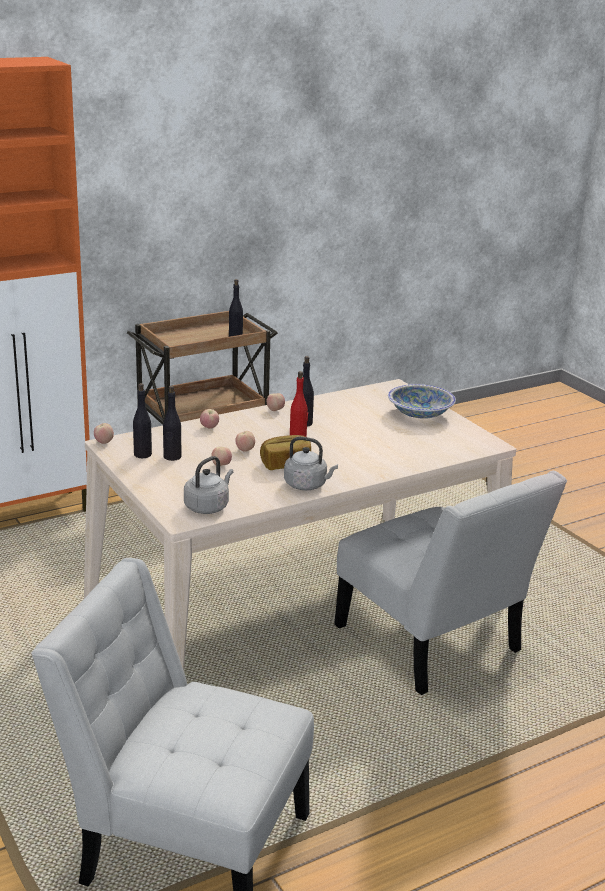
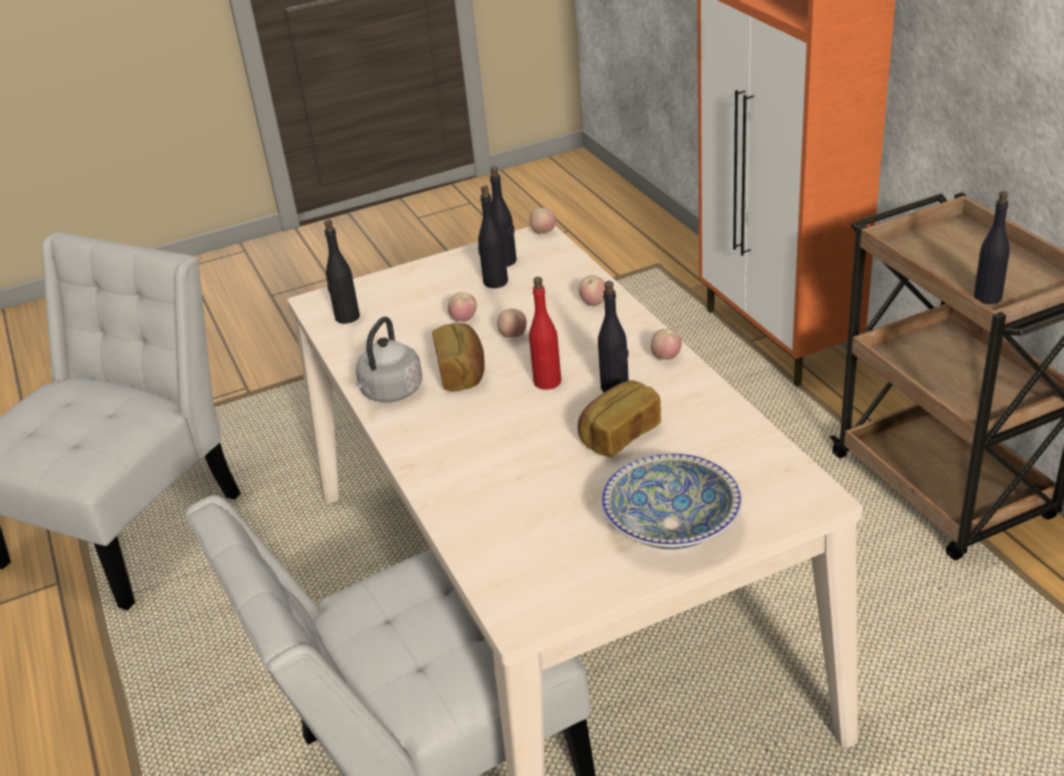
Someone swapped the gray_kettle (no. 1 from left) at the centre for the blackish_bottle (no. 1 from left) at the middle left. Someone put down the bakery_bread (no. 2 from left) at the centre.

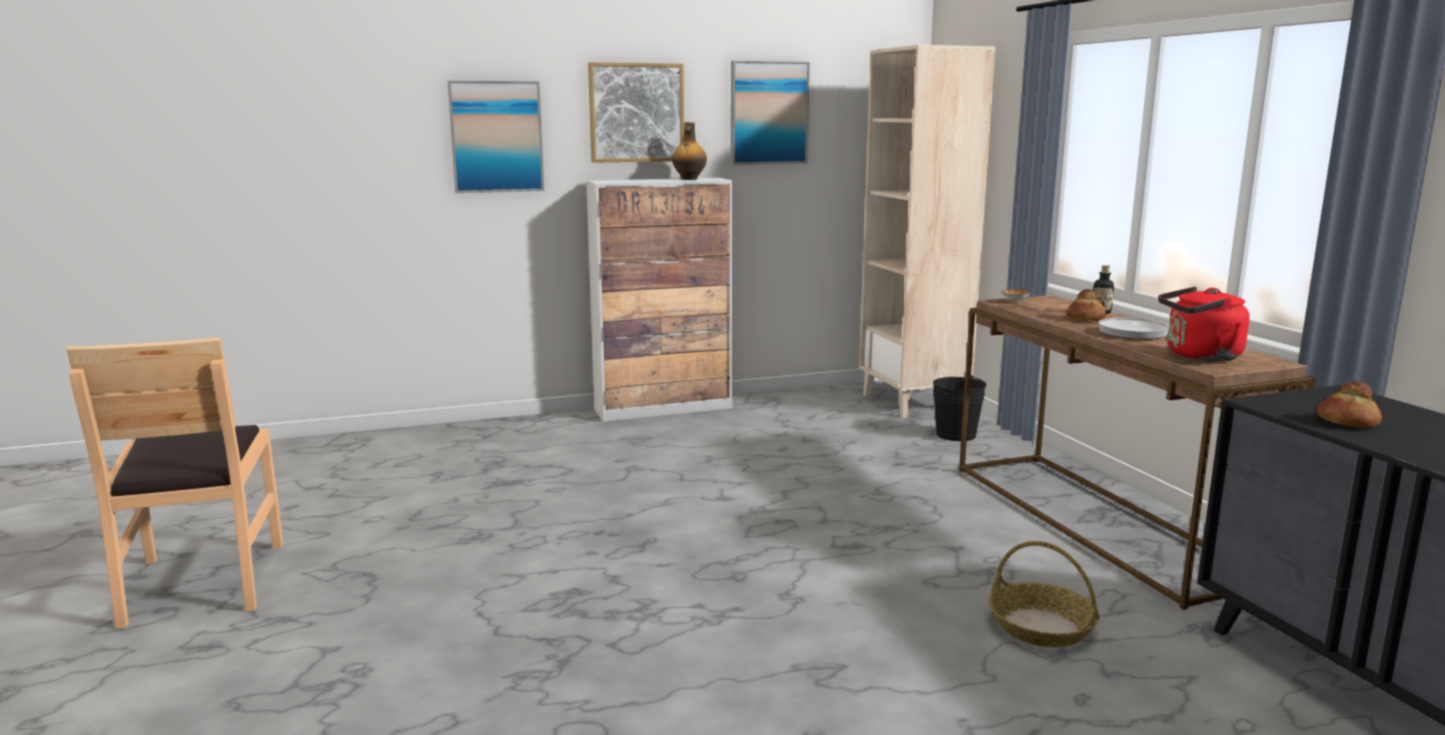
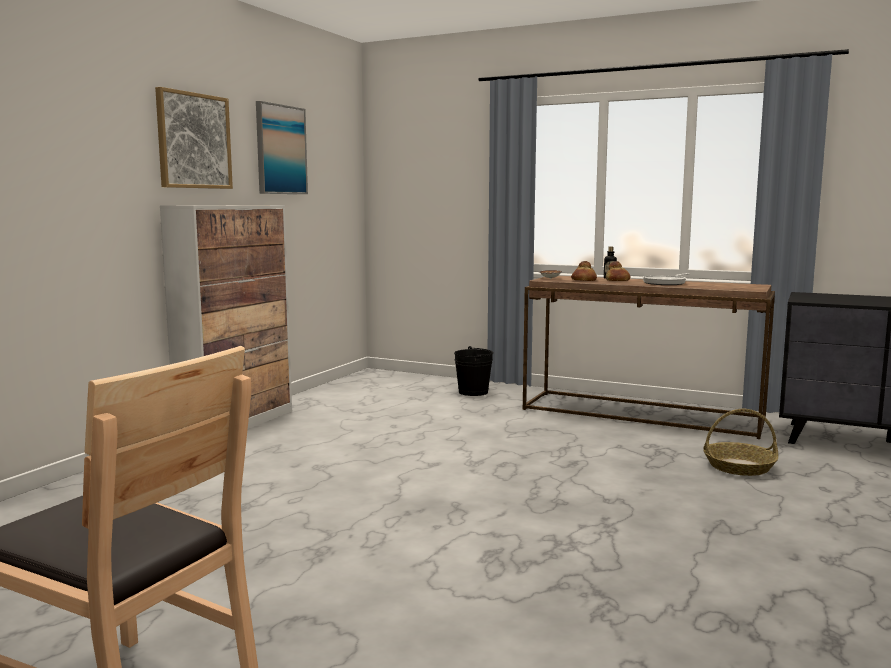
Someone took away the beige_bookcase at the top centre. Someone took away the picture (no. 1 from left) at the top centre. Someone took away the bottle (no. 1 from left) at the top centre. Someone took away the red-coloured_kettle at the middle right. Someone carried the bakery_bread (no. 2 from left in the first image) from the middle right to the centre.

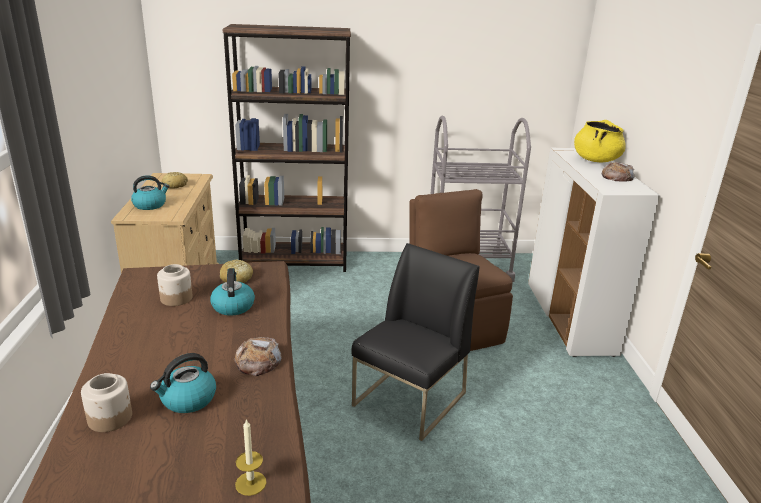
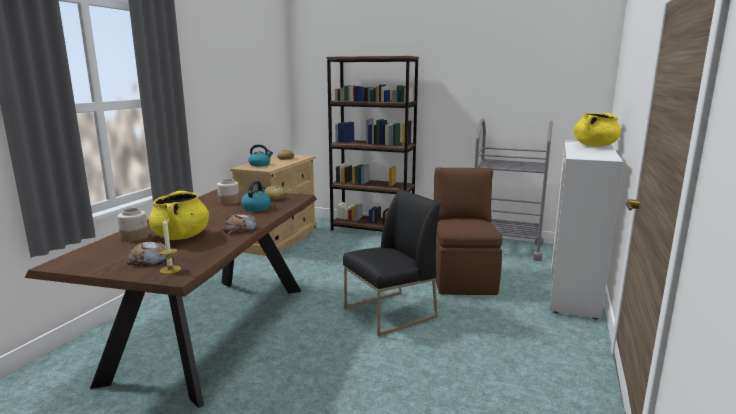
Someone carried the bakery_bread (no. 4 from left in the first image) from the middle right to the middle left. Someone swapped the kettle (no. 2 from left) at the bottom left for the yellow-coloured_stockpot (no. 1 from left) at the middle left.

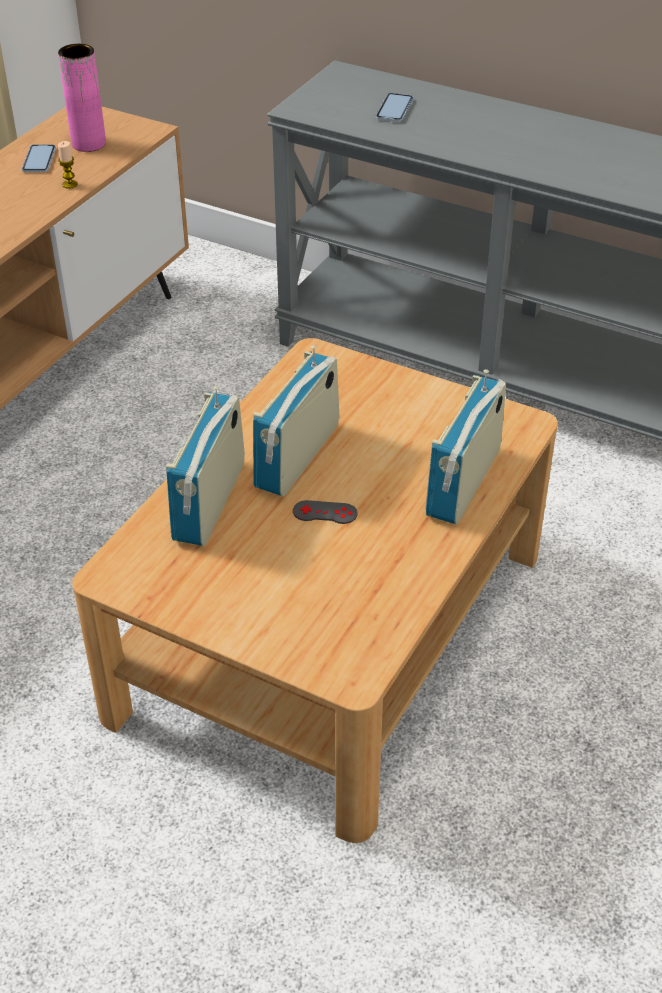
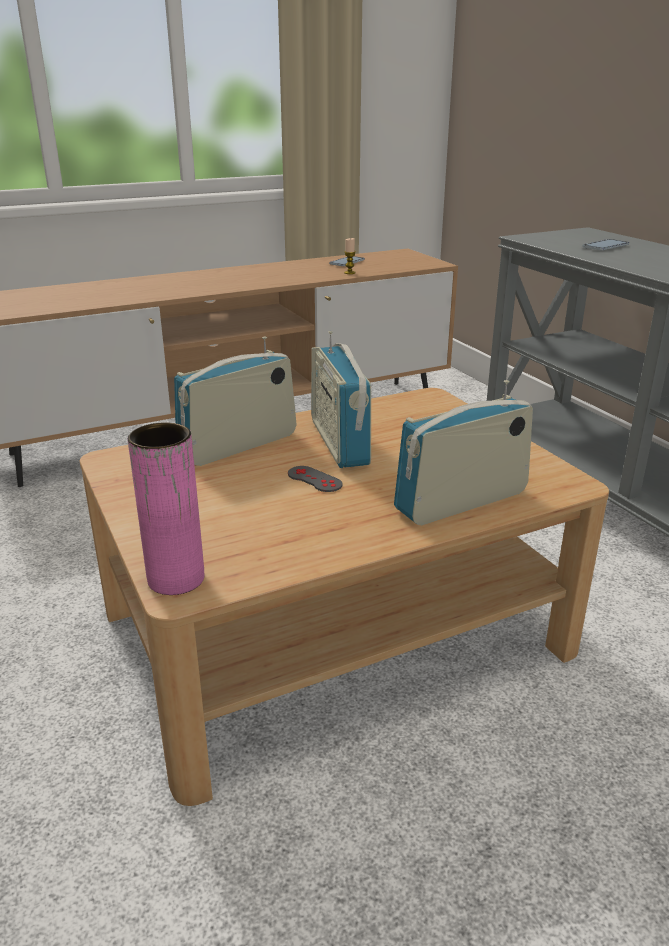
Someone carried the pinkish_flower_vase from the top left to the middle left. Someone rotated the radio_receiver (no. 2 from left) at the centre by 75 degrees counterclockwise.

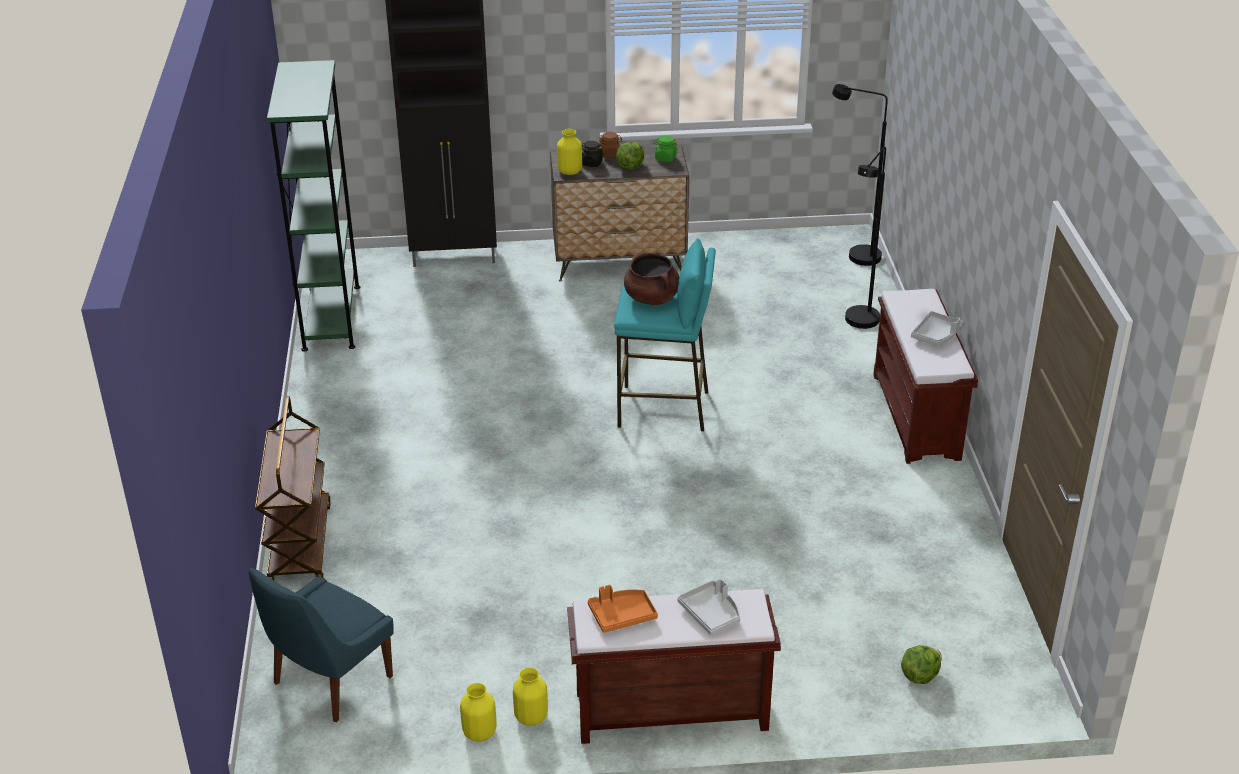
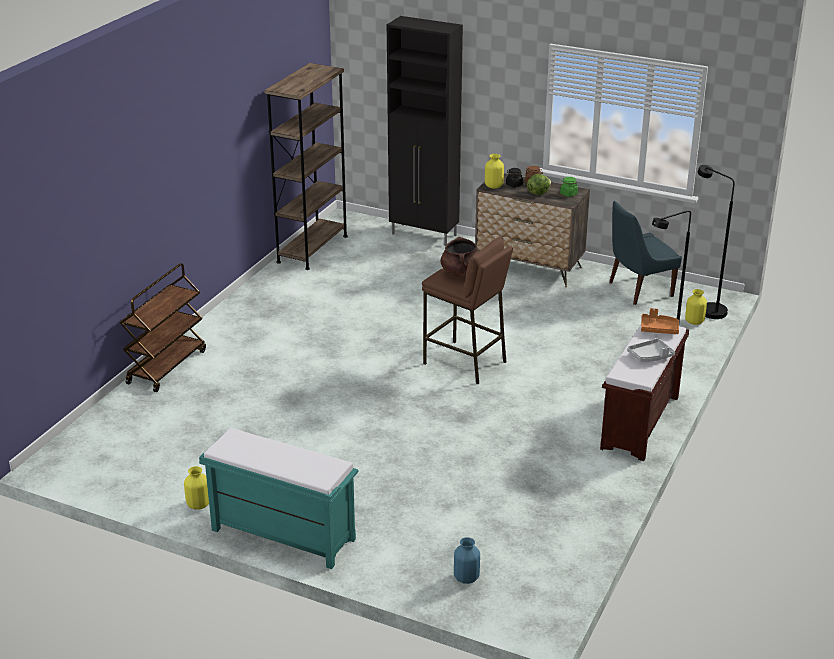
Someone repainted the green-coloured_bookcase at the top left, which became the brownish_bookcase at the top centre. Someone repainted the blue-green_sitting_stool at the centre, which became the brownish_sitting_stool at the centre. Someone carried the blue_chair from the bottom left to the middle right. Someone took away the gray_serving_tray (no. 1 from left) at the bottom centre. Someone carried the orange_serving_tray from the bottom centre to the middle right. Someone repainted the brownish_indoor_bench (no. 1 from left) at the bottom centre, which became the blue-green_indoor_bench at the bottom centre. Someone swapped the lettuce (no. 2 from left) at the bottom right for the blue_flower_vase at the bottom centre. Someone carried the yellow-coloured_flower_vase (no. 1 from left in the first image) from the bottom centre to the middle right.

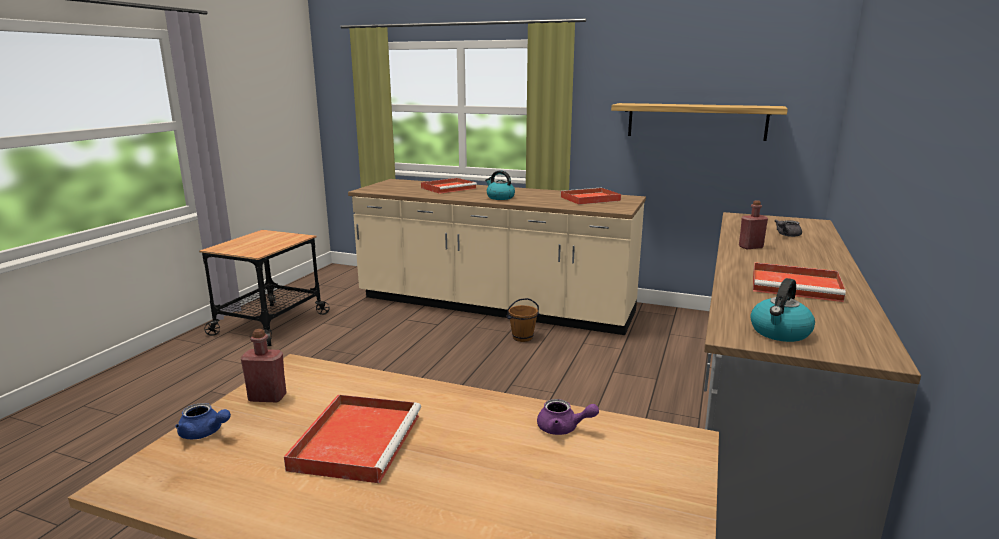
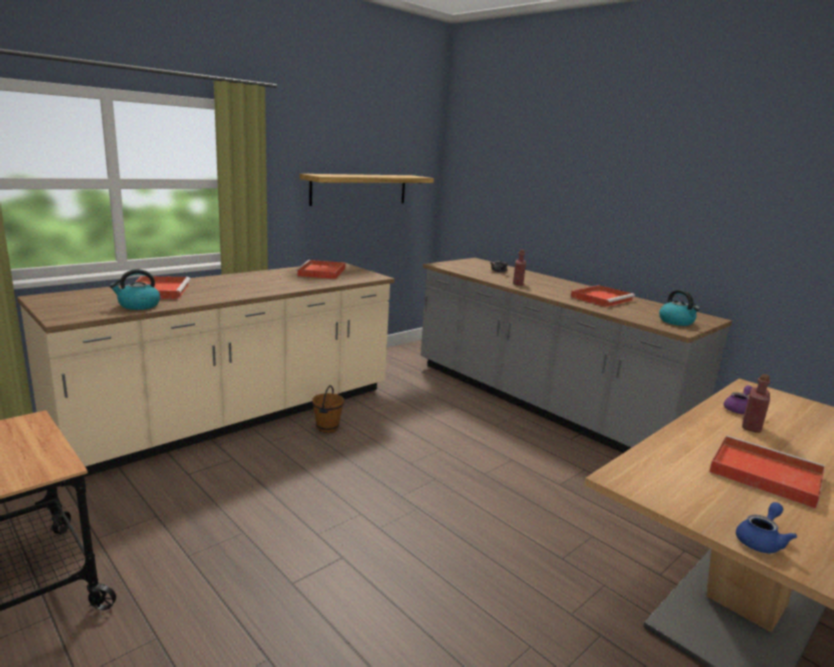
Someone carried the kettle (no. 1 from left) from the centre to the middle left. Someone carried the red-coloured_bottle (no. 1 from left in the first image) from the bottom left to the middle right.

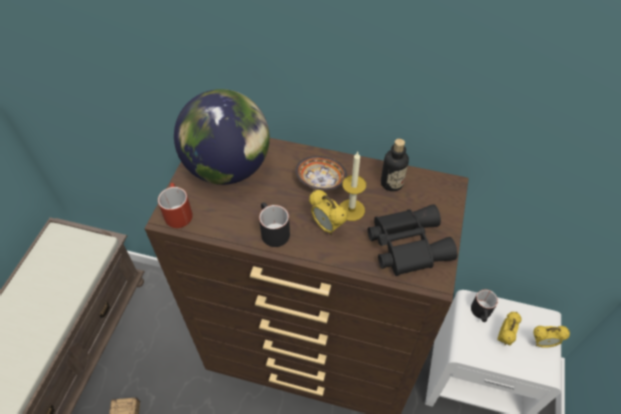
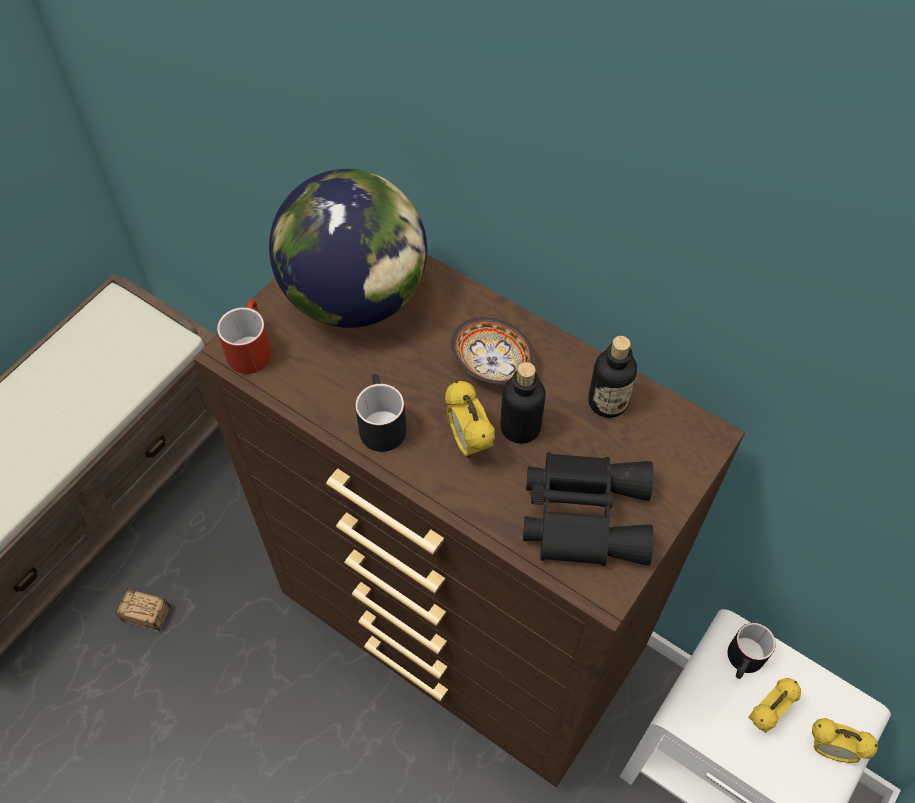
Someone swapped the wax_candle at the centre for the bottle (no. 1 from left) at the centre.

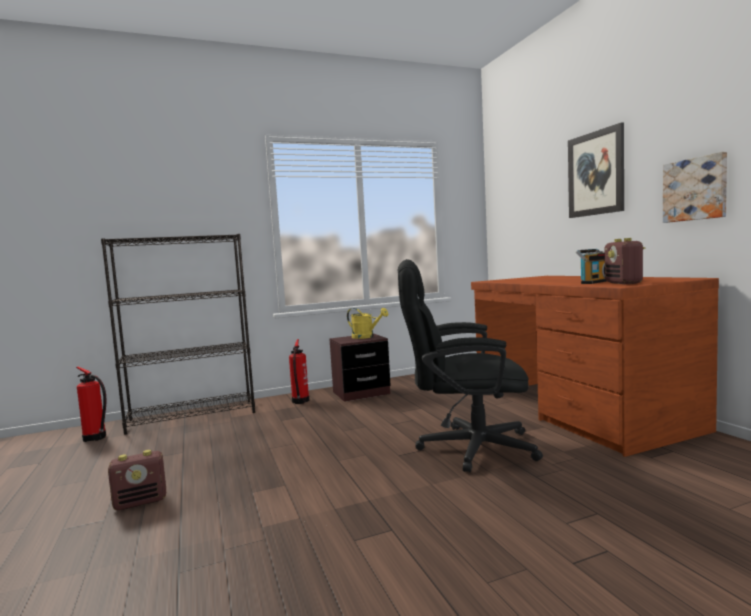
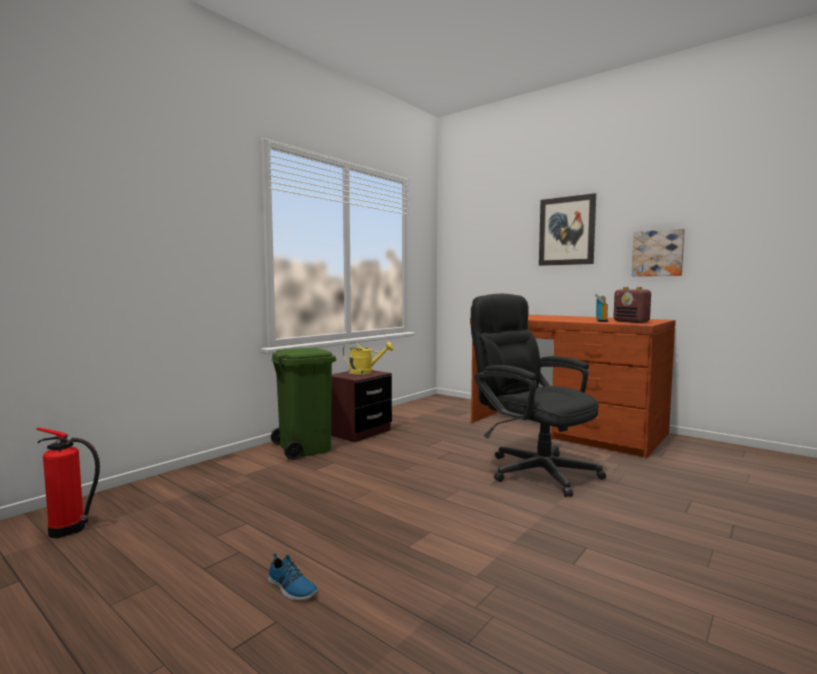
Someone took away the blackish_bookcase at the middle left. Someone rotated the blackish_computer_chair at the centre by 75 degrees clockwise. Someone swapped the fire-fighting_cylinder (no. 2 from left) at the centre for the green-coloured_waste_bin at the centre. Someone swapped the radio_receiver (no. 1 from left) at the bottom left for the low_shoe at the bottom centre.

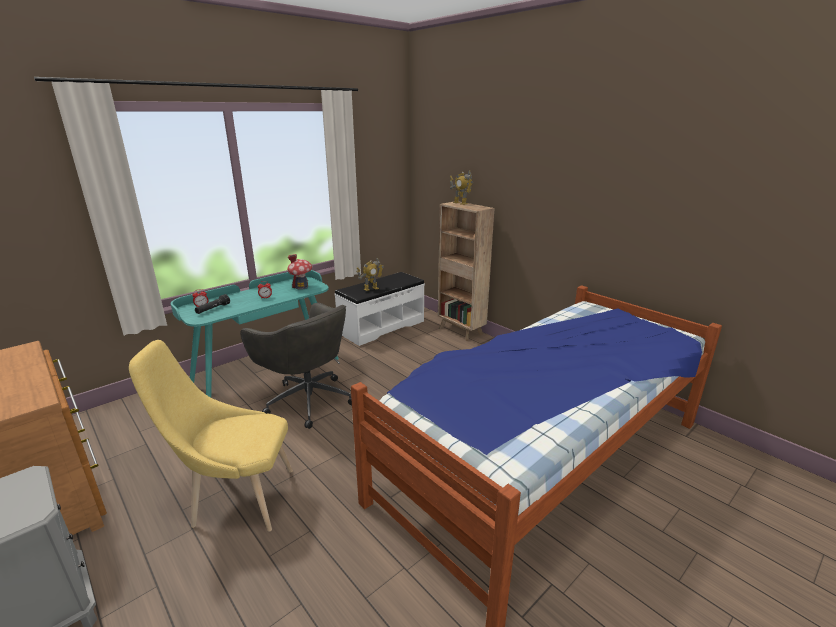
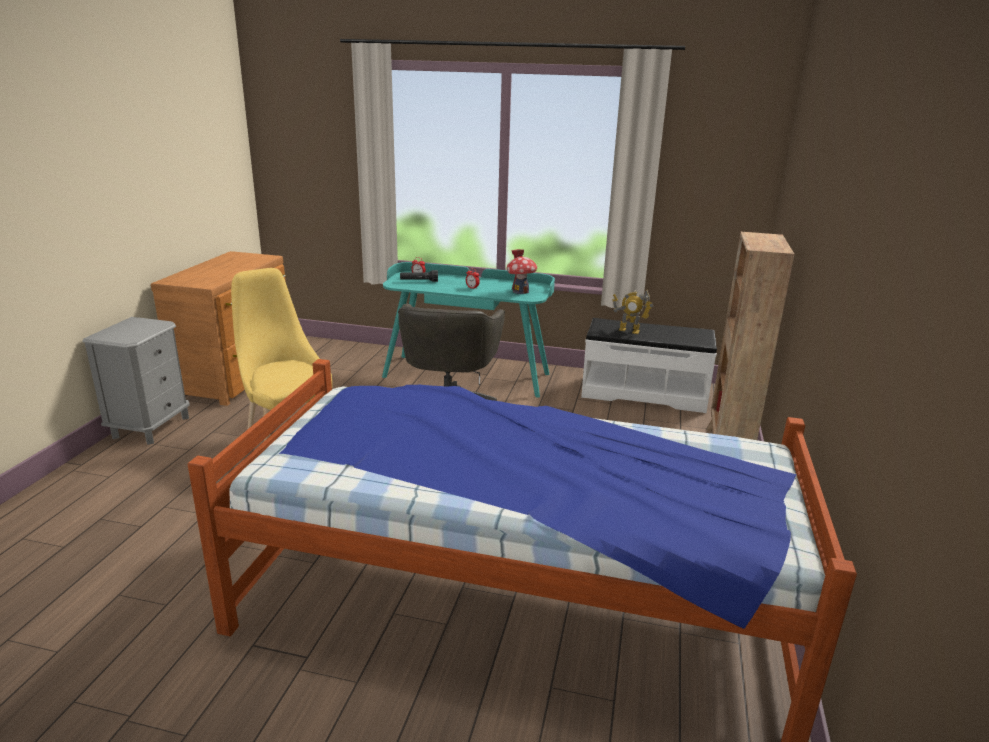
Someone took away the toy_robot (no. 2 from left) at the top centre.

